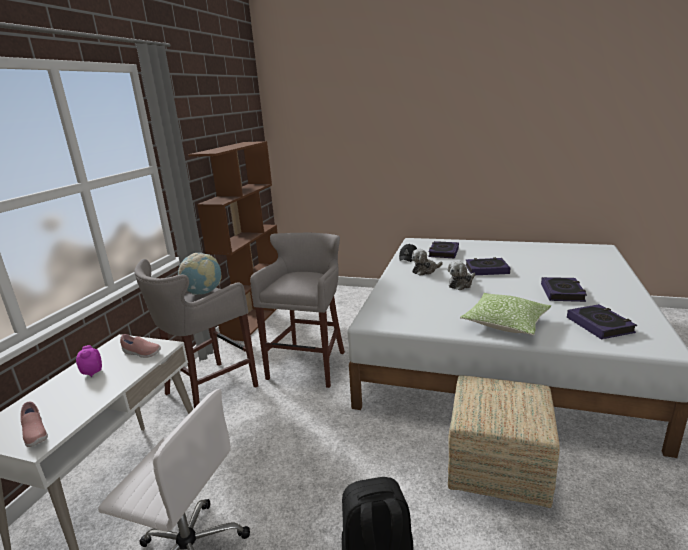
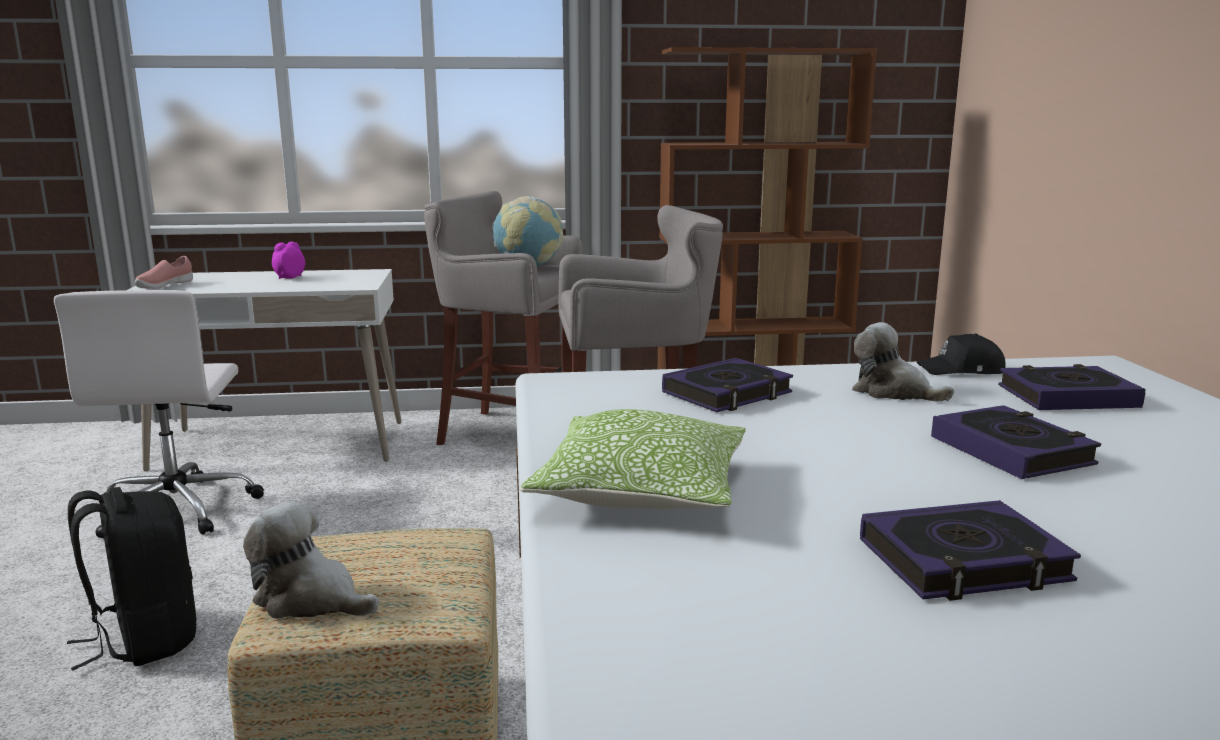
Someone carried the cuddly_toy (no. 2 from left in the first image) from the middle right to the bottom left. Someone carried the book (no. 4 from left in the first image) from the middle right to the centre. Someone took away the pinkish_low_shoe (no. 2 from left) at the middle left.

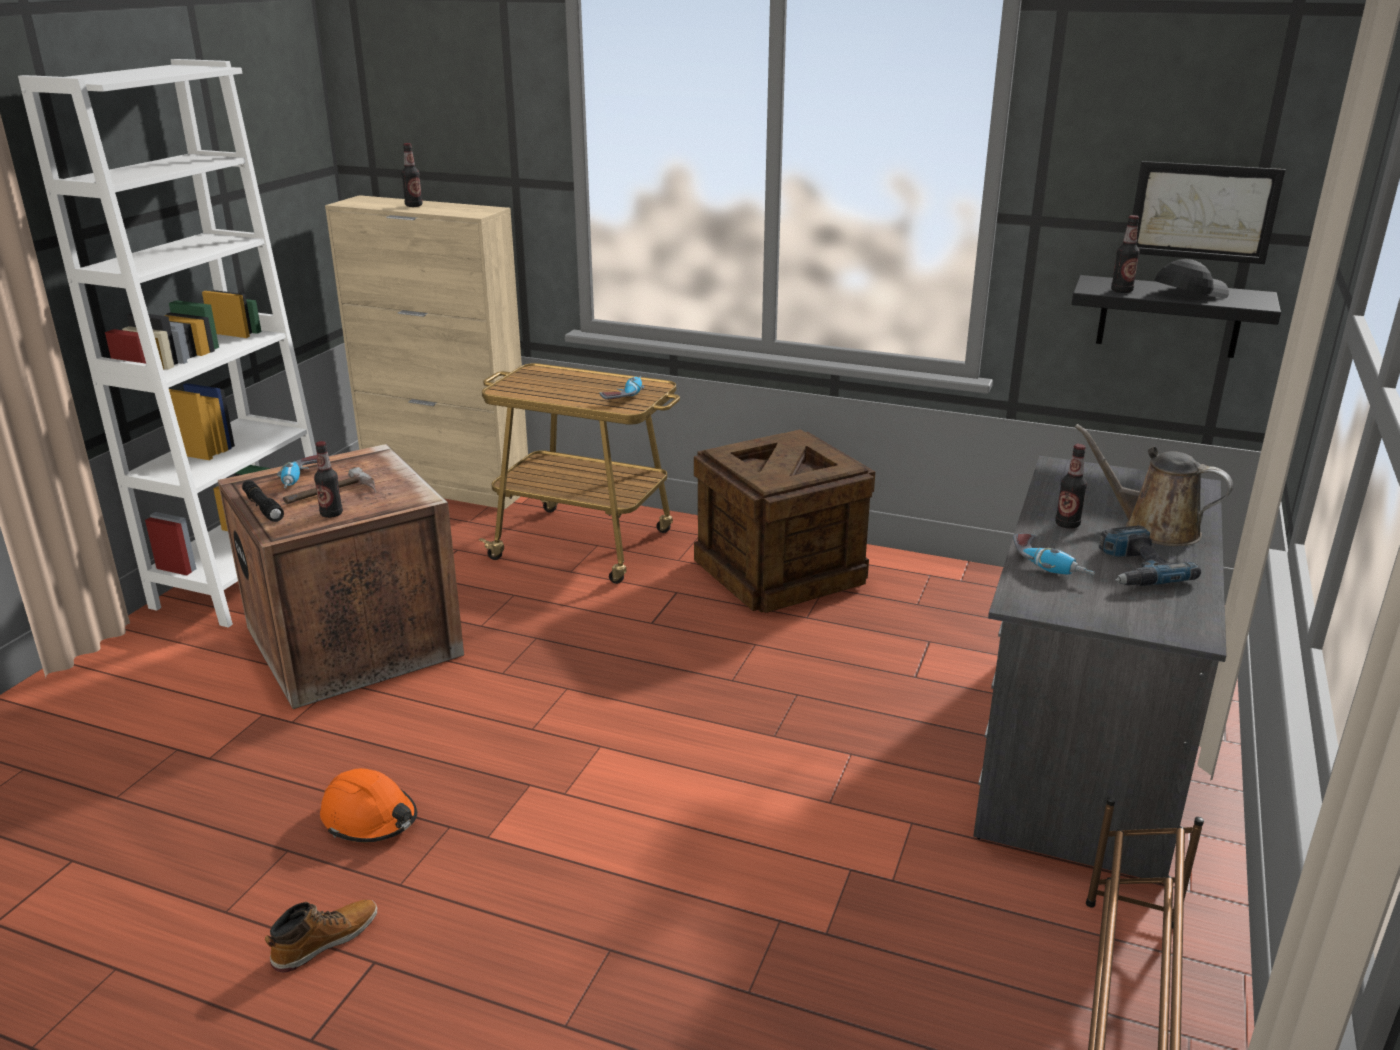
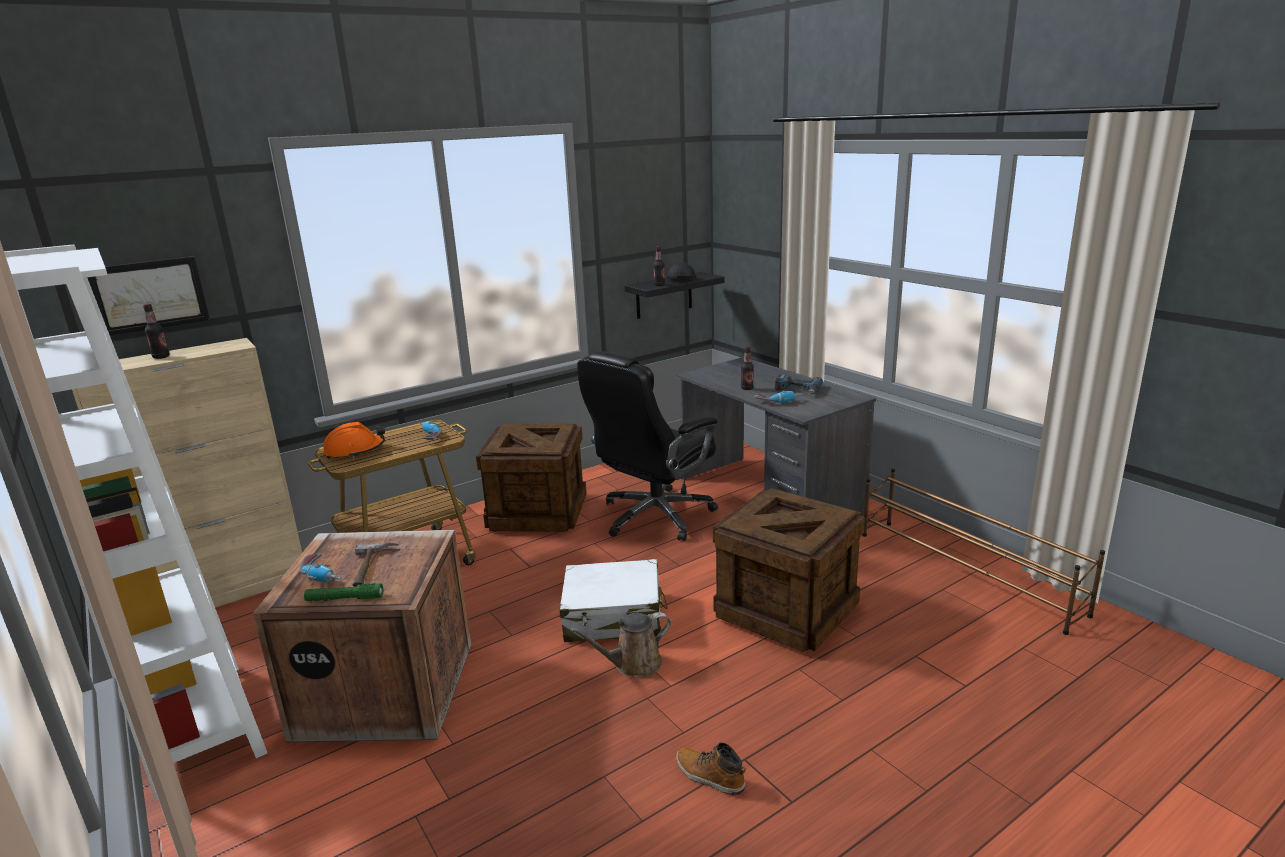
Someone carried the picture from the top right to the middle left. Someone carried the brownish_watering_pot from the middle right to the bottom centre. Someone took away the bottle (no. 1 from left) at the middle left. Someone repainted the blackish_hand_torch at the middle left, which became the green-coloured_hand_torch at the bottom left. Someone carried the orange_work_helmet from the bottom left to the middle left. Someone rotated the high-top_boot at the bottom left by 45 degrees counterclockwise. Someone put down the blackish_computer_chair at the centre. Someone put down the crate (no. 3 from left) at the centre. Someone put down the white_suitcase at the bottom centre.

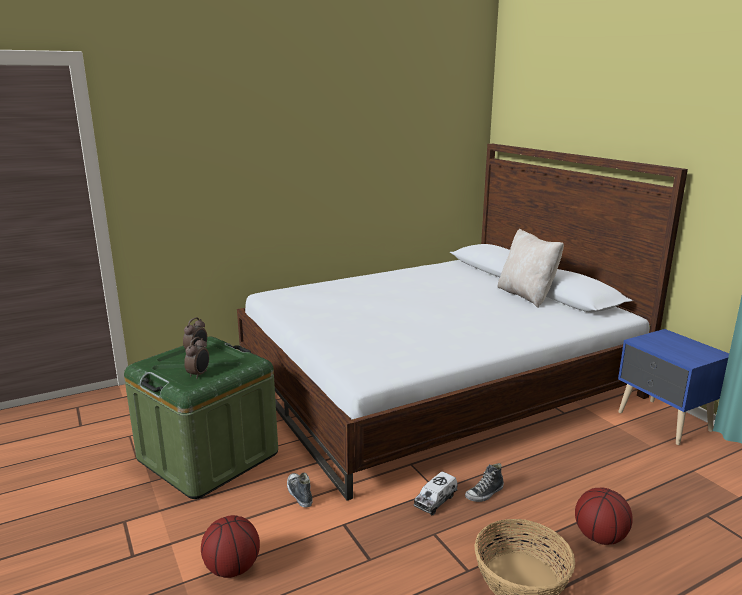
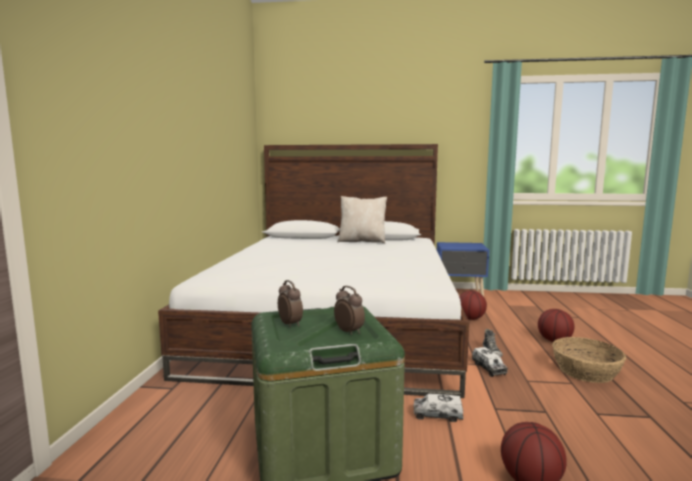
Someone swapped the low_shoe (no. 1 from left) at the bottom centre for the model_truck (no. 1 from left) at the bottom centre. Someone put down the ball_for_basketball (no. 1 from left) at the middle right.

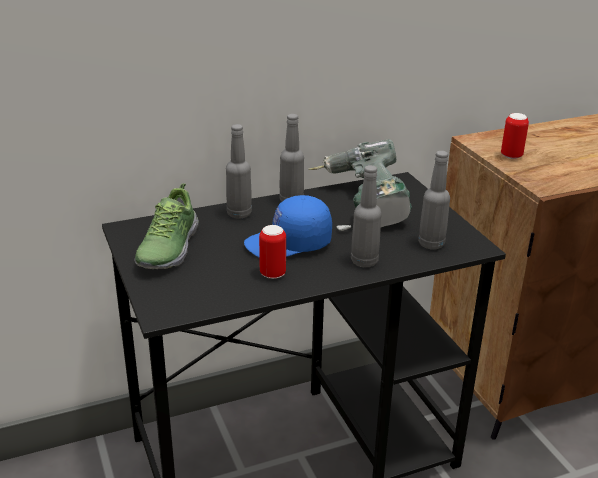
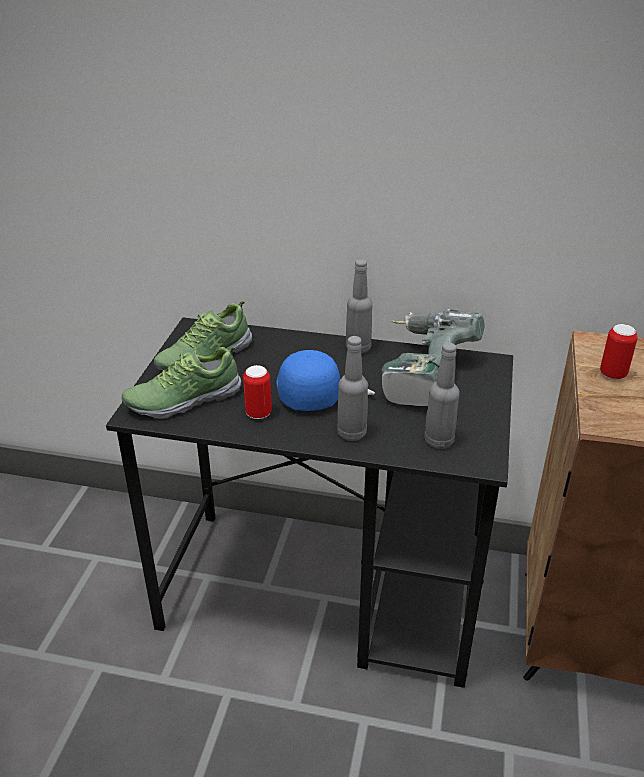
Someone took away the gray_bottle (no. 1 from left) at the centre. Someone rotated the blue_baseball_cap at the centre by 60 degrees clockwise. Someone put down the low_shoe (no. 1 from left) at the middle left.

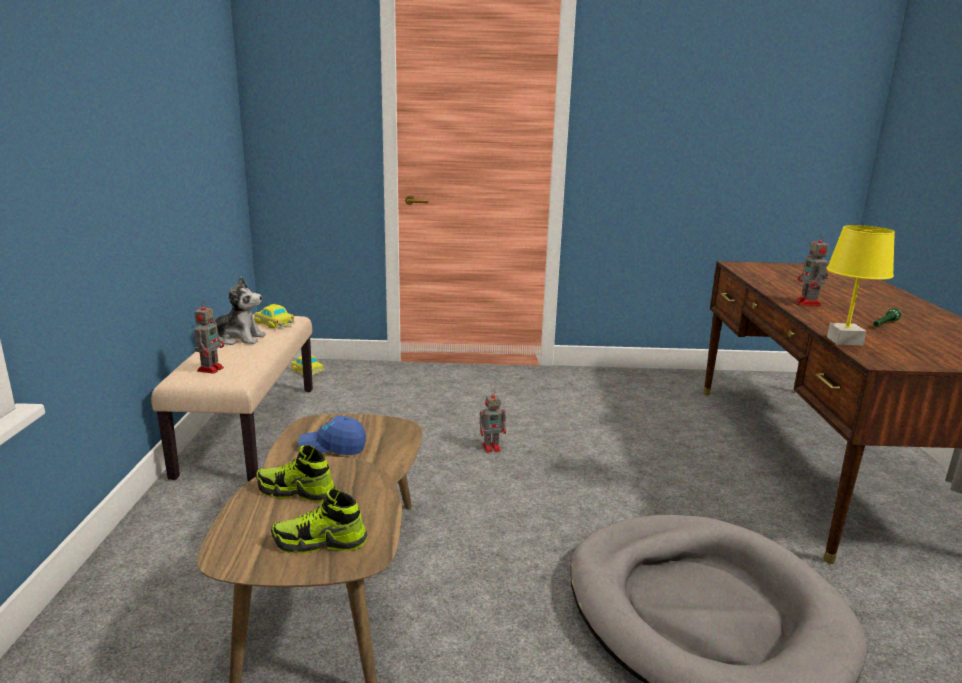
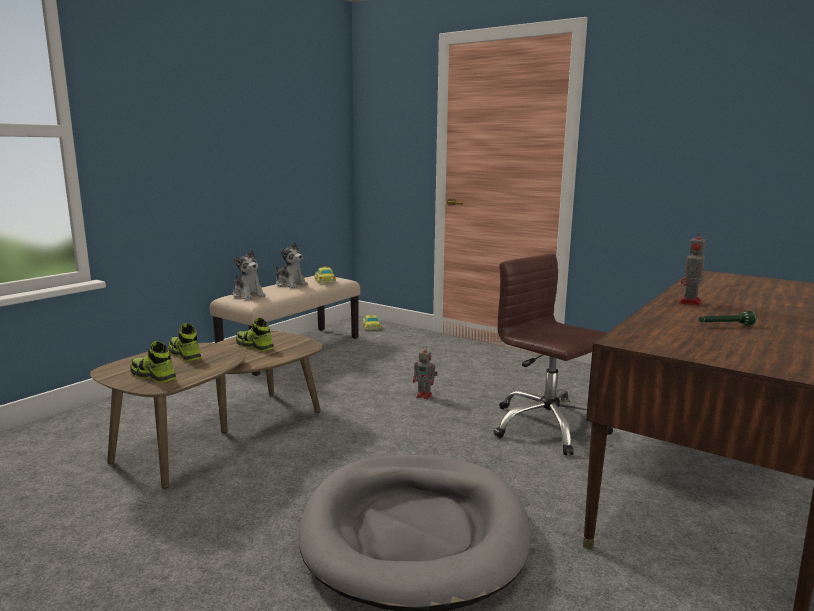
Someone took away the yellow-coloured_tabletop_lamp at the middle right. Someone swapped the toy_robot (no. 1 from left) at the middle left for the cuddly_toy (no. 1 from left) at the middle left. Someone swapped the blue_baseball_cap at the centre for the low_shoe (no. 3 from left) at the middle left. Someone put down the brownish_computer_chair at the middle right.

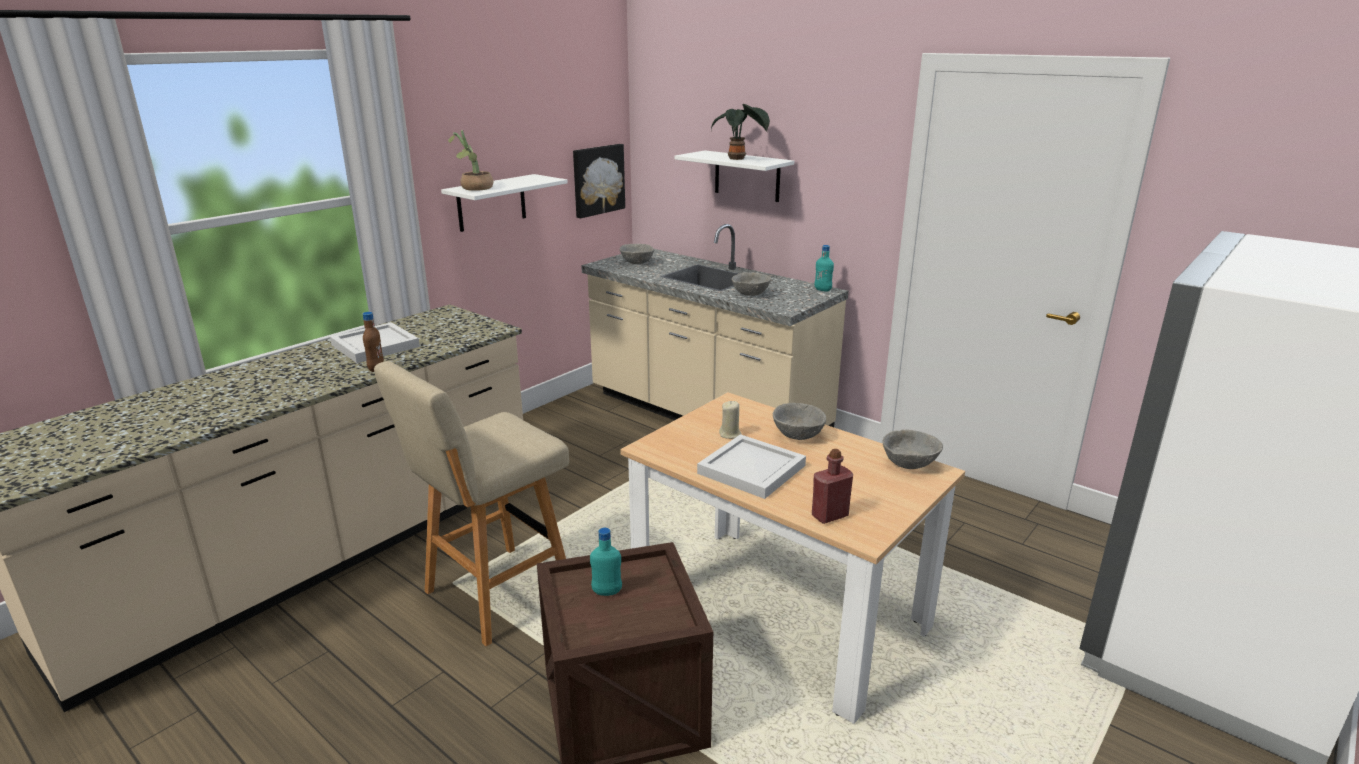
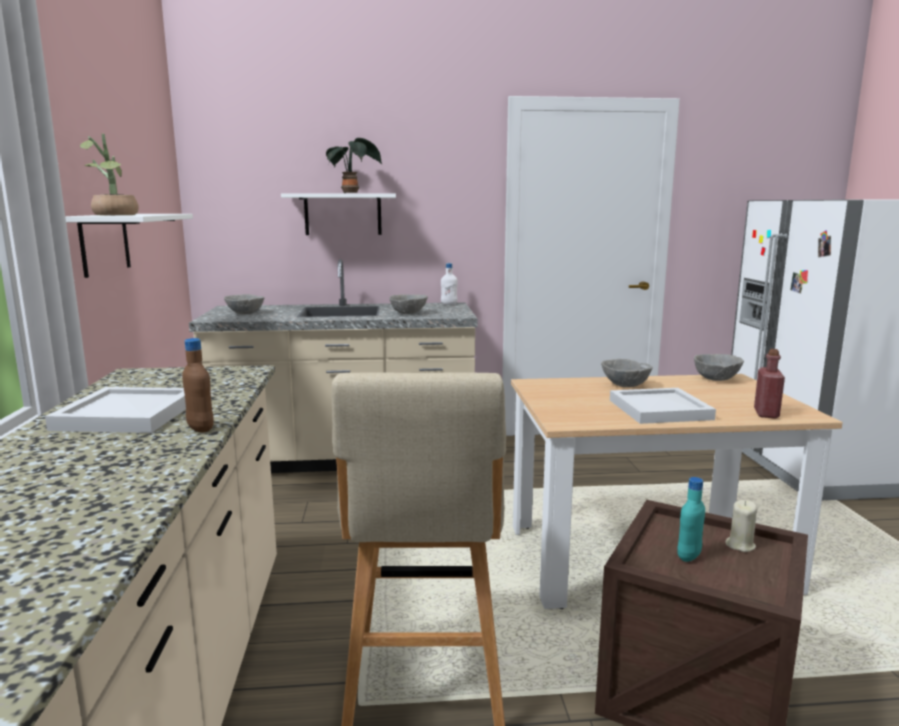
Someone took away the picture at the top centre. Someone repainted the blue-green_bottle (no. 2 from left) at the centre, which became the white_bottle at the centre. Someone carried the beige_wax_candle from the centre to the bottom right.

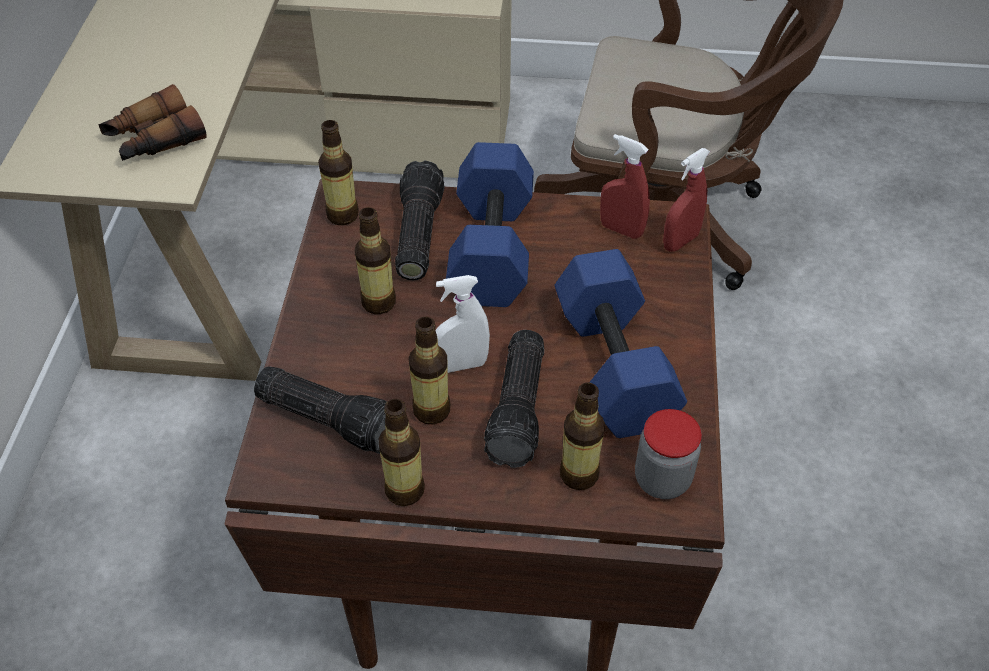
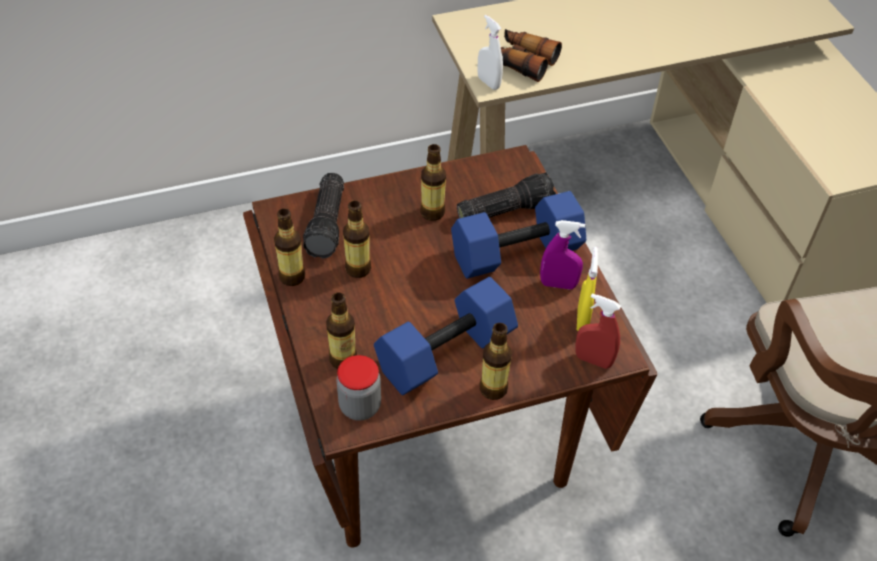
Someone carried the bottle (no. 1 from left in the first image) from the top centre to the centre. Someone repainted the red-coloured_spray_bottle (no. 1 from left) at the top centre, which became the yellow-coloured_spray_bottle at the middle right. Someone carried the white_spray_bottle from the centre to the top centre. Someone took away the hand_torch (no. 3 from left) at the centre. Someone put down the purple_spray_bottle at the centre.

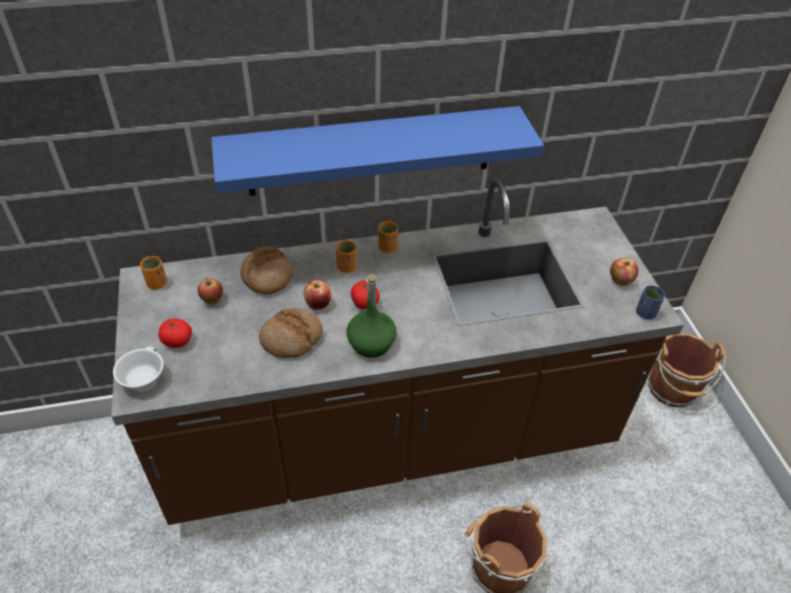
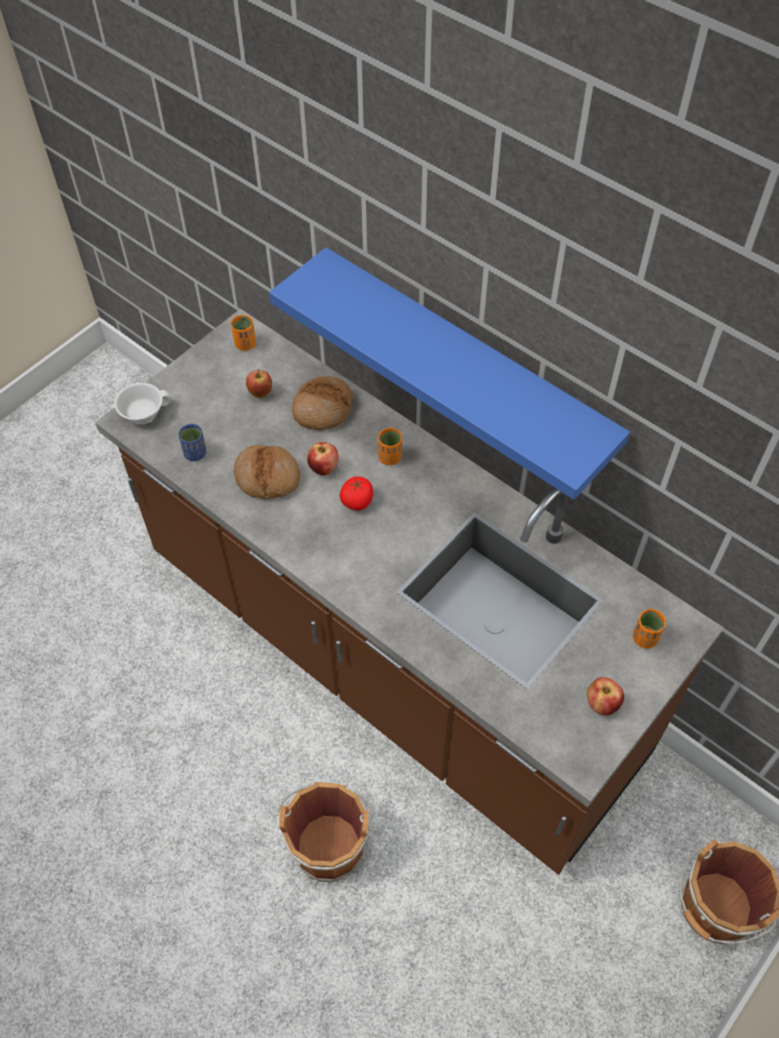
Someone carried the orange_cup (no. 3 from left) from the centre to the middle right. Someone took away the green-coloured_bottle at the centre. Someone carried the blue_cup from the middle right to the middle left. Someone took away the whole_tomato (no. 1 from left) at the middle left.

